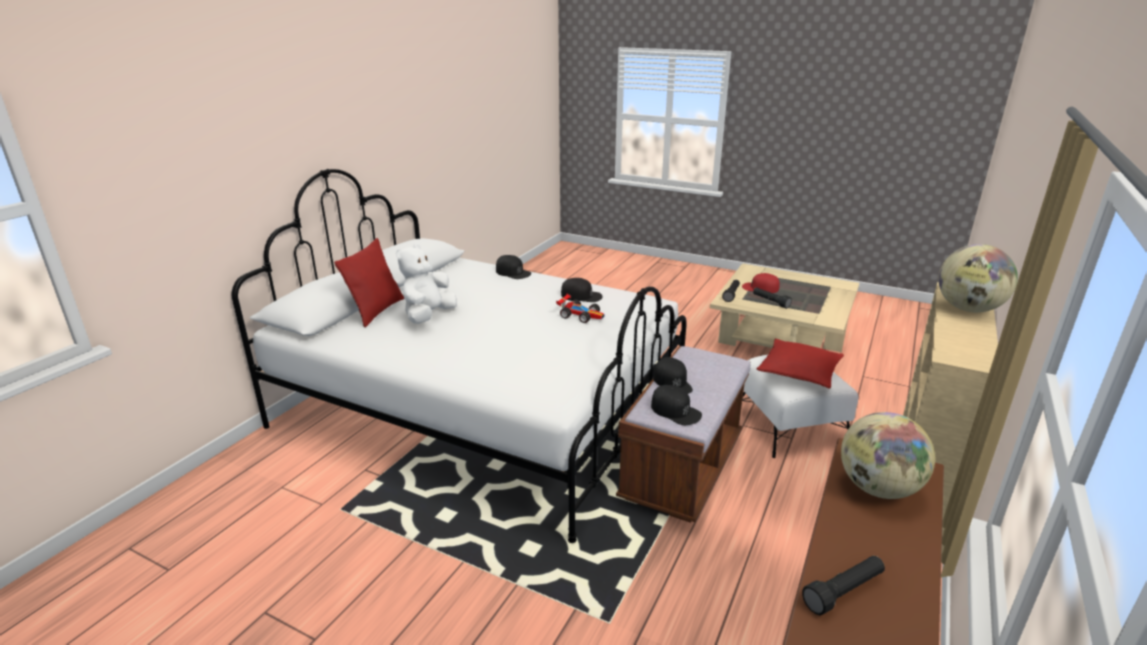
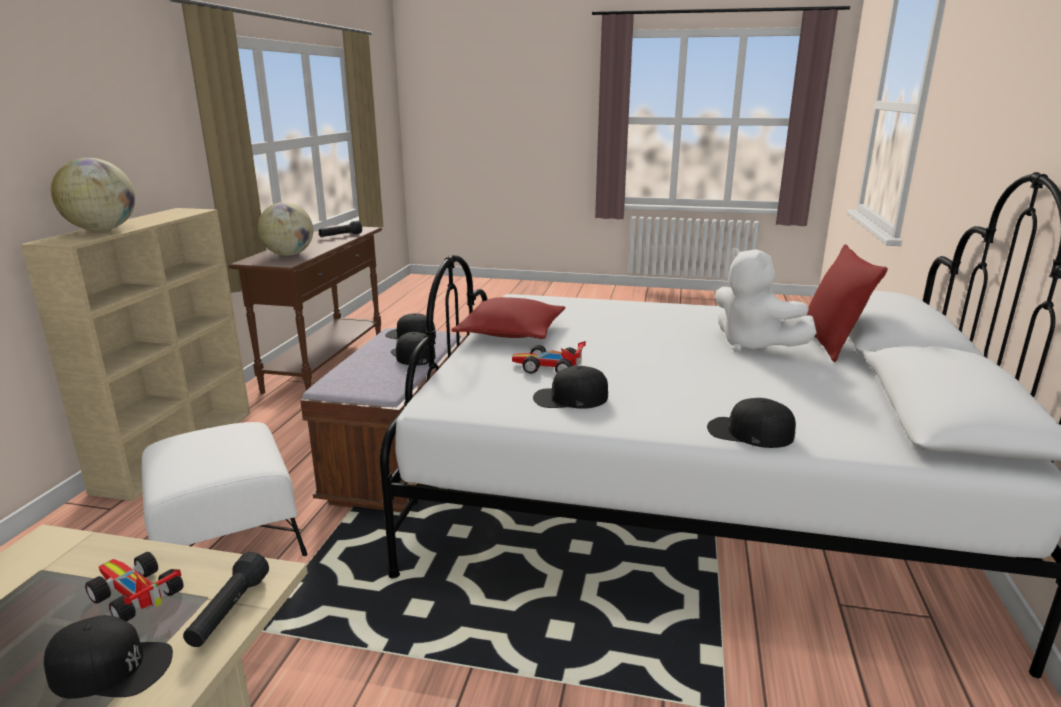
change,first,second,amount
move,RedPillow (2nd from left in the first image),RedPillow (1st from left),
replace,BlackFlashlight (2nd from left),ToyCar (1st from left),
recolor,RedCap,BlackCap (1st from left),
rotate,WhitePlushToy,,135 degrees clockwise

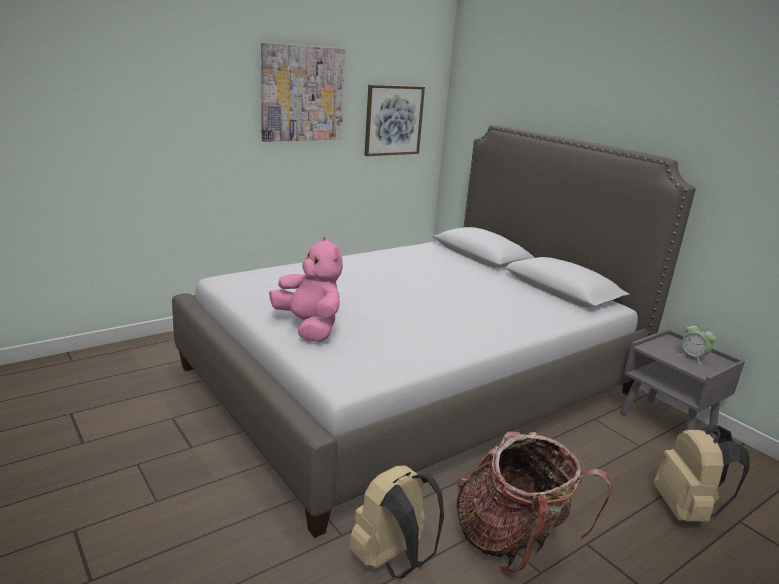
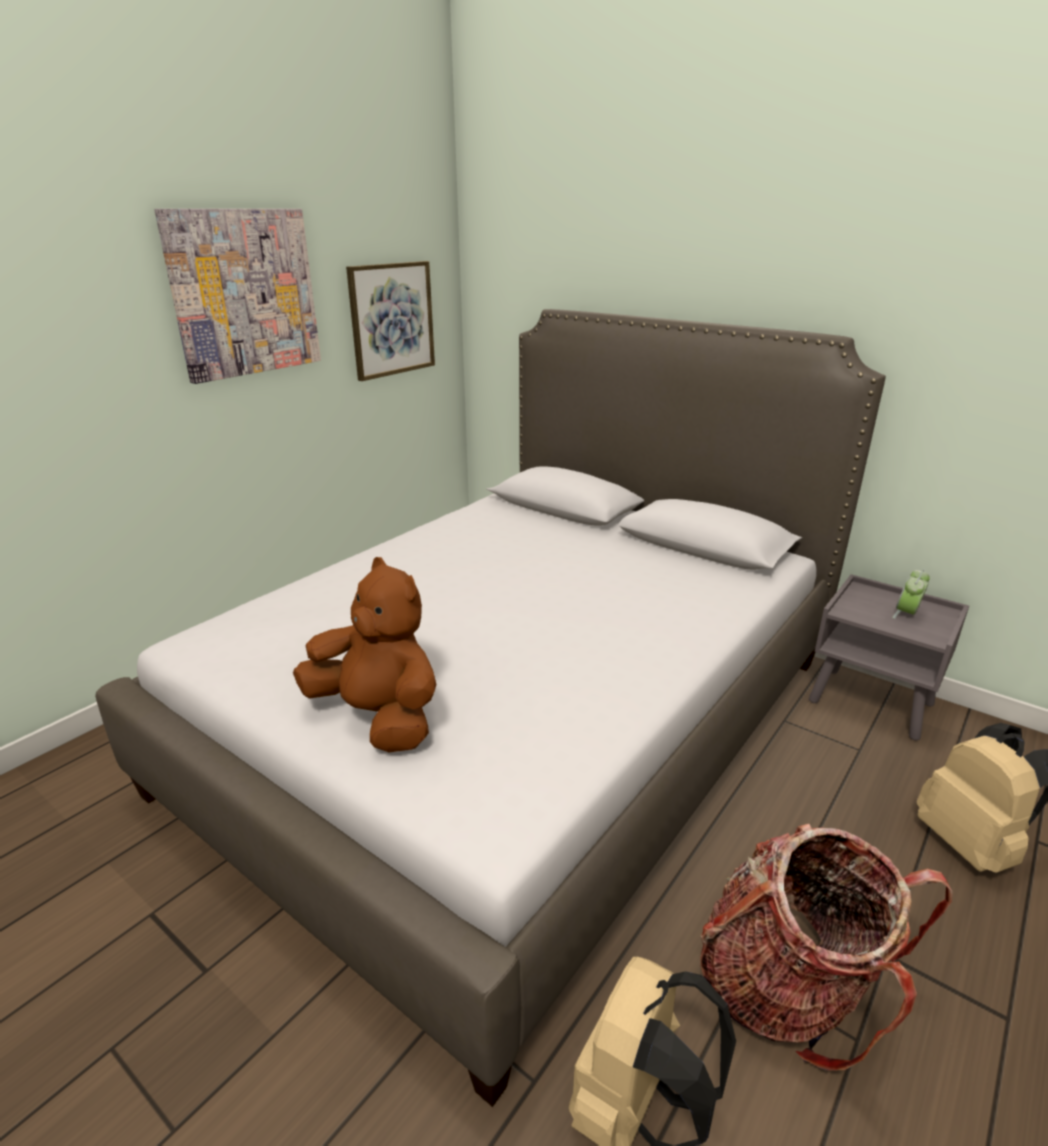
change,first,second,amount
recolor,PinkPlushToy,BrownPlushToy,
rotate,AlarmClock,,90 degrees clockwise

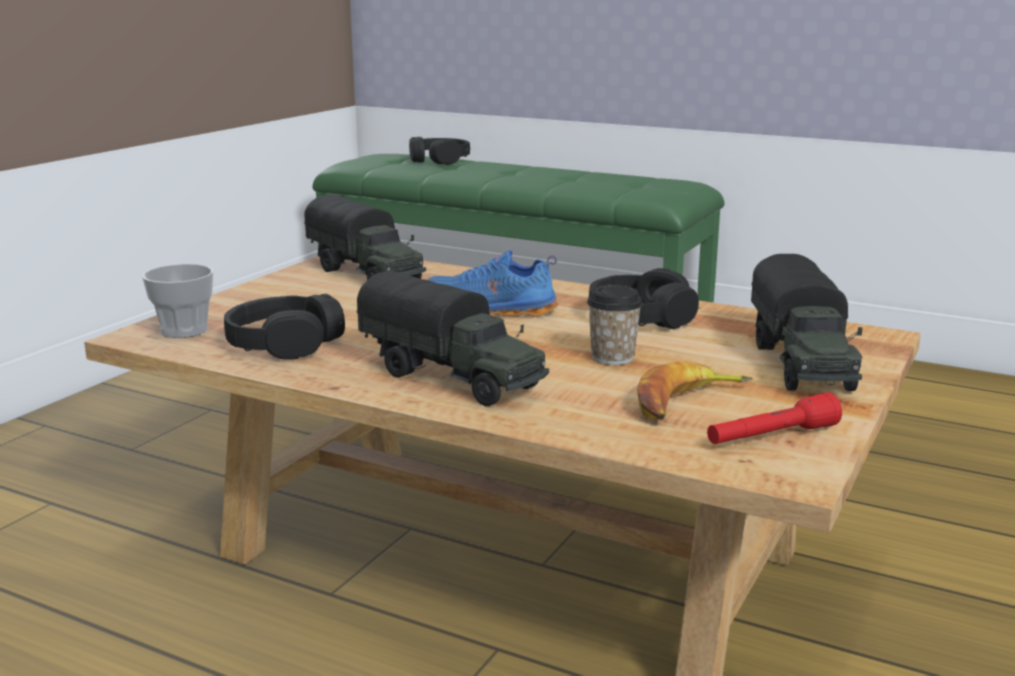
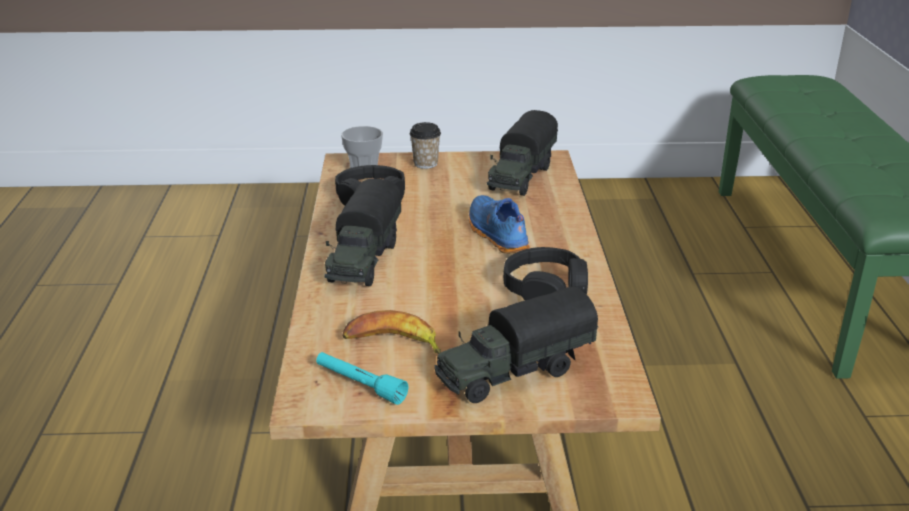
change,first,second,amount
delete,BlackHeadphones (2nd from left),,
move,Cup (2nd from left),,
recolor,RedFlashlight,TurquoiseFlashlight,

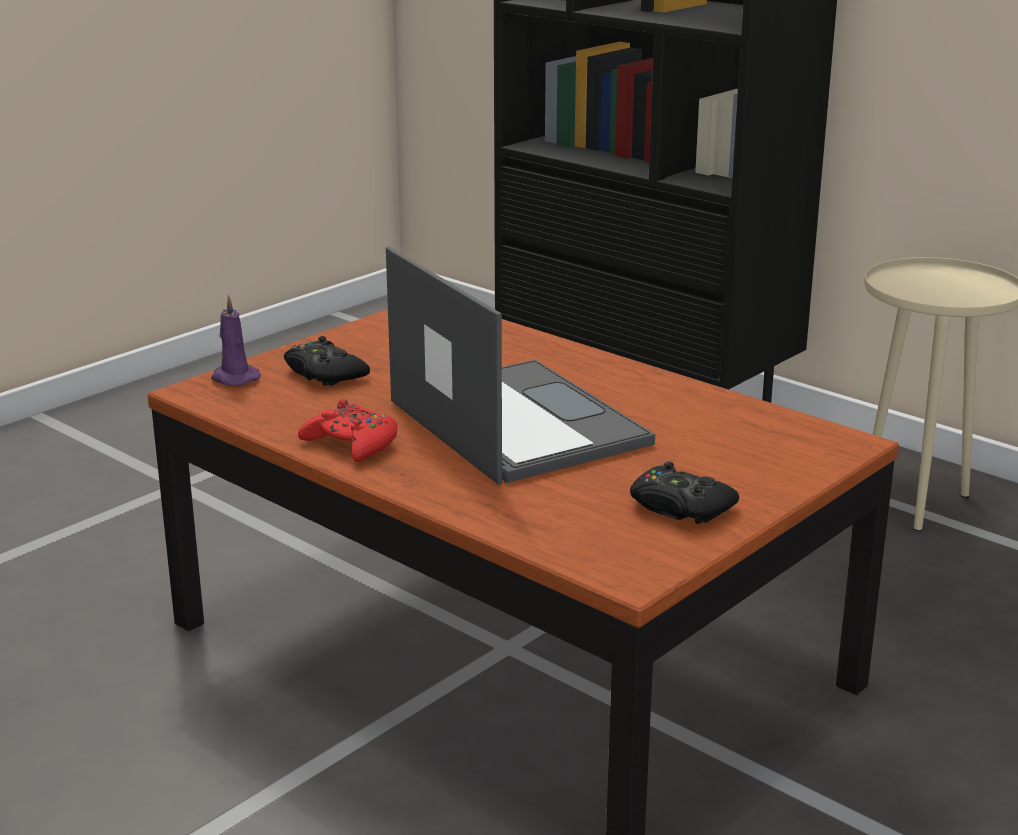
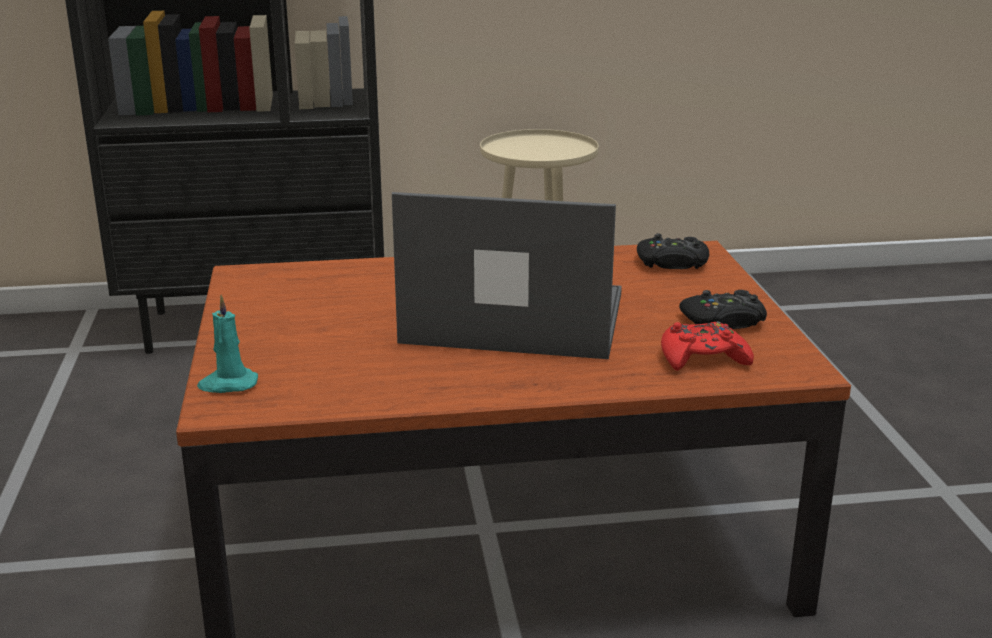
change,first,second,amount
move,BlackGameController (1st from left),,
move,RedGameController,,
recolor,PurpleCandle,TurquoiseCandle,

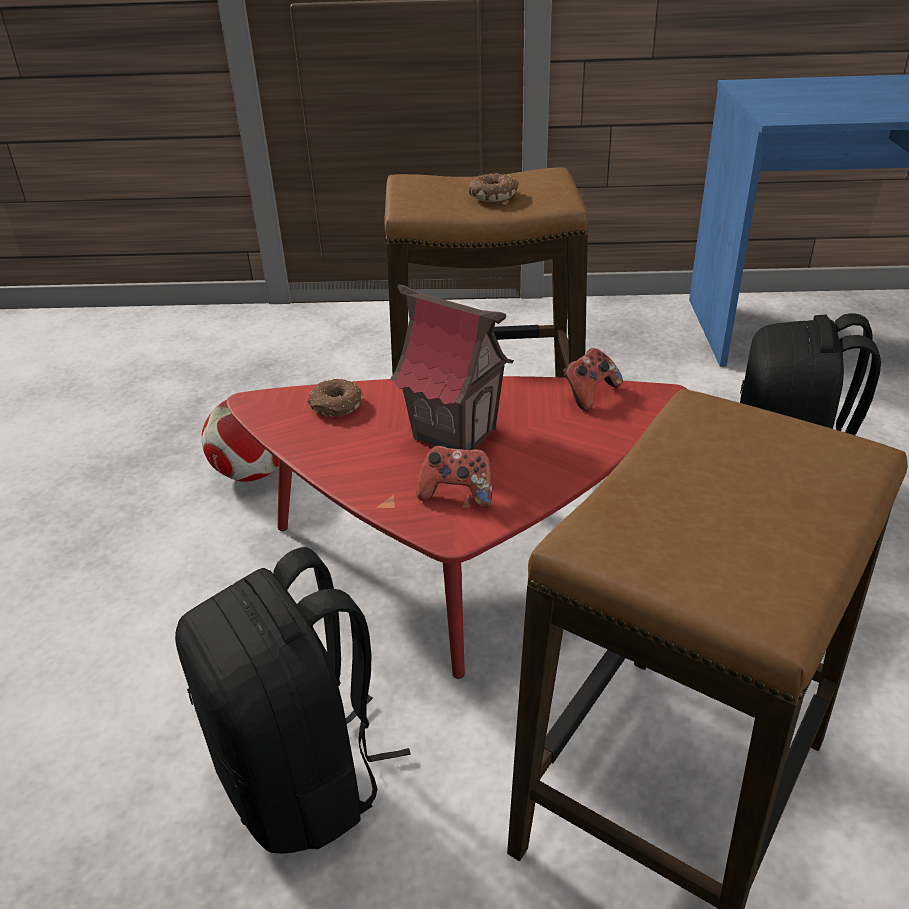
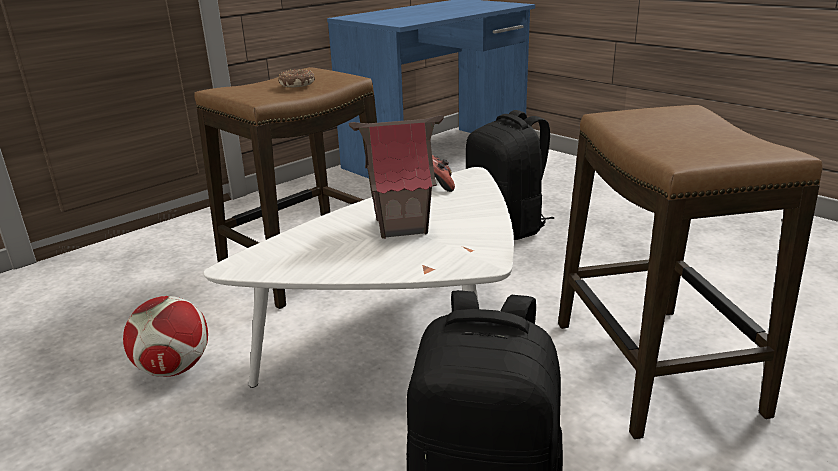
change,first,second,amount
delete,Donut (1st from left),,
delete,GameController (1st from left),,
recolor,RedCoffeeTable,WhiteCoffeeTable,

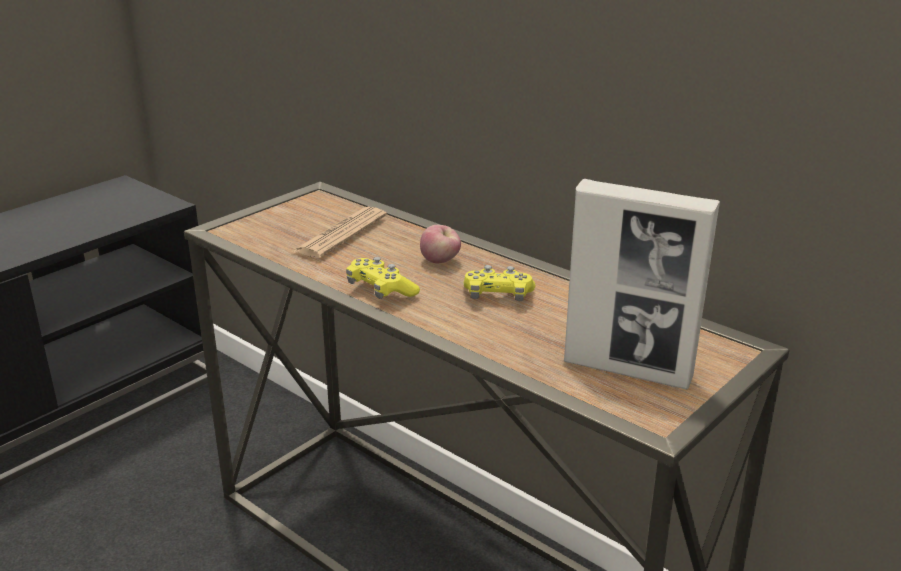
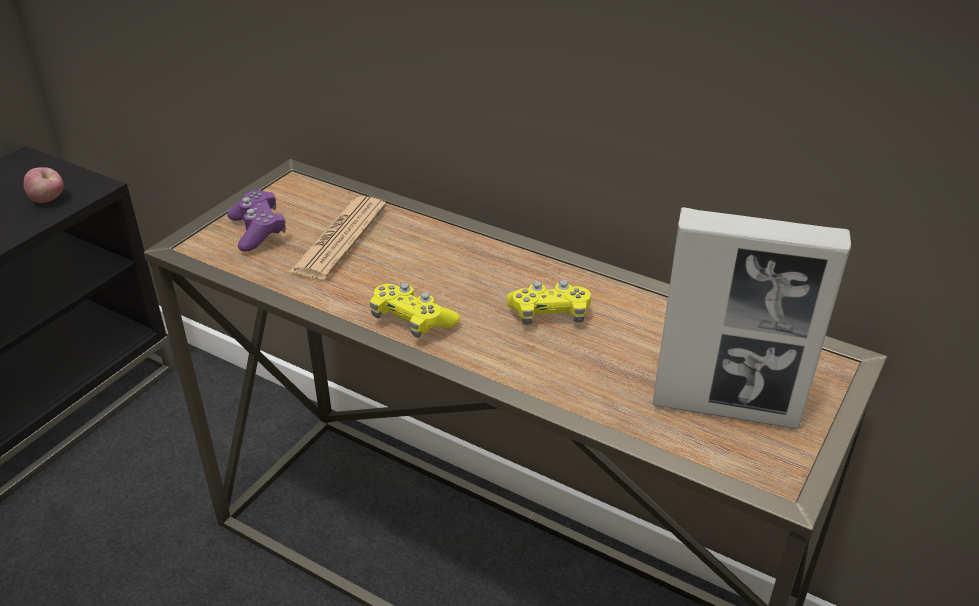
change,first,second,amount
insert,,PurpleGameController,
move,Apple,,

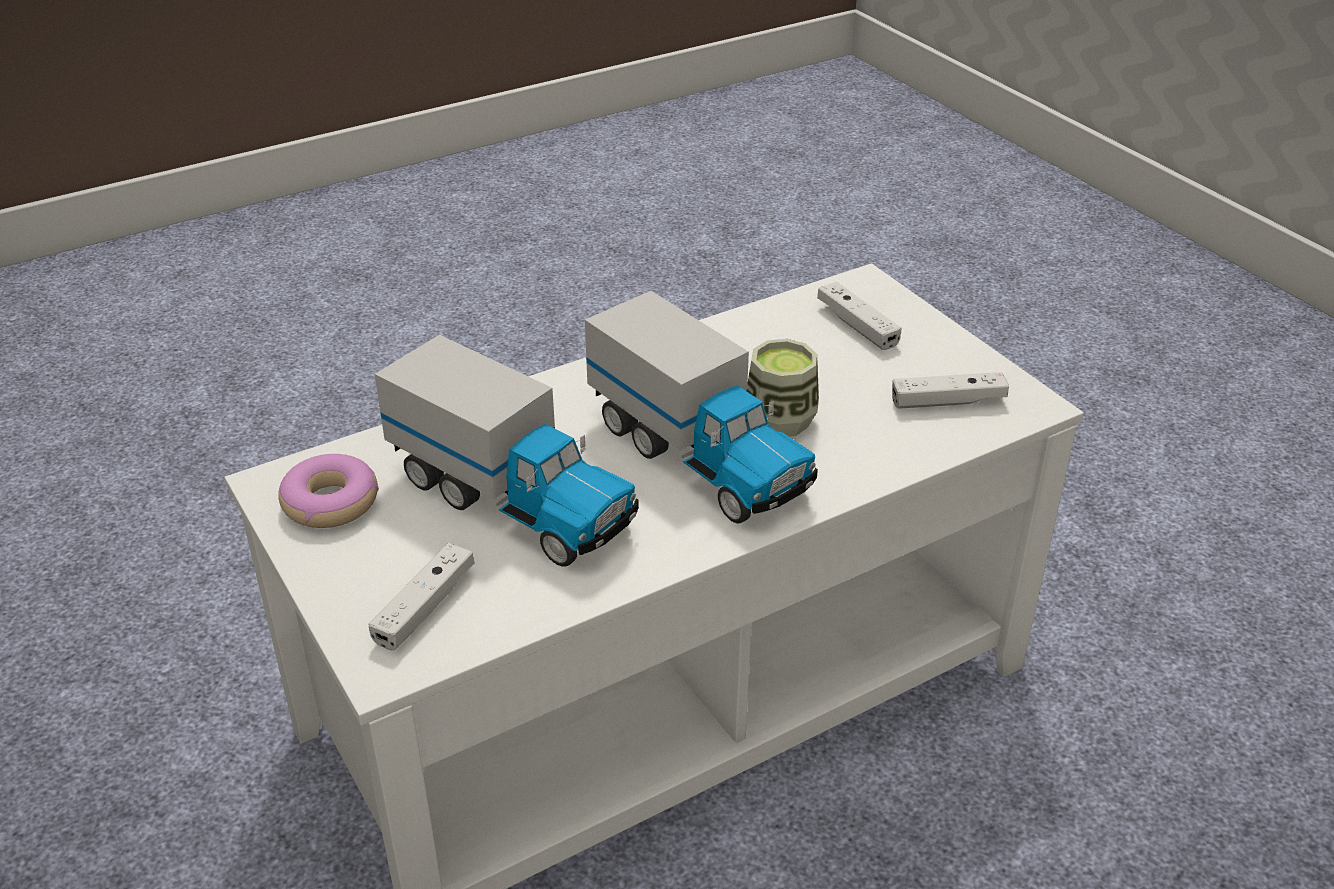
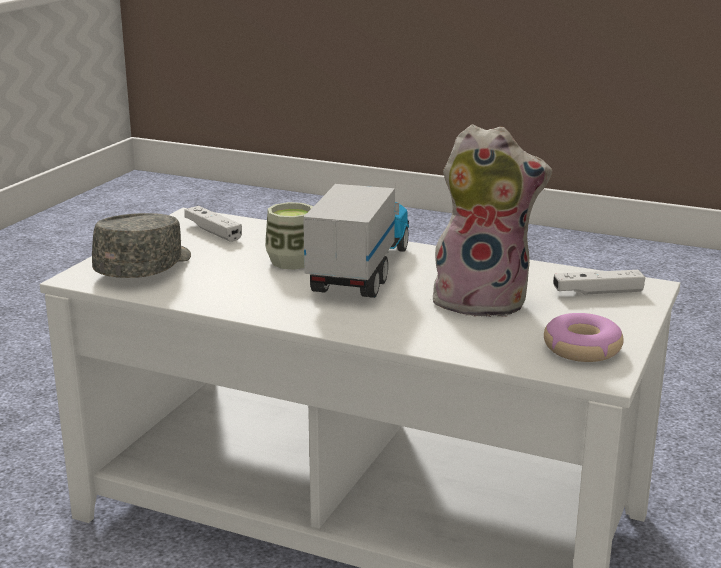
change,first,second,amount
replace,ToyTruck (1st from left),PlushToy,
replace,WhiteGameController (2nd from left),GreyCap,

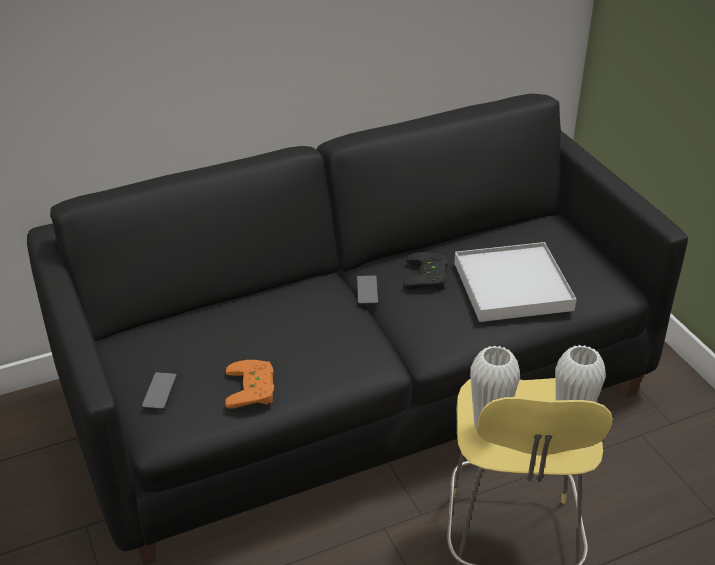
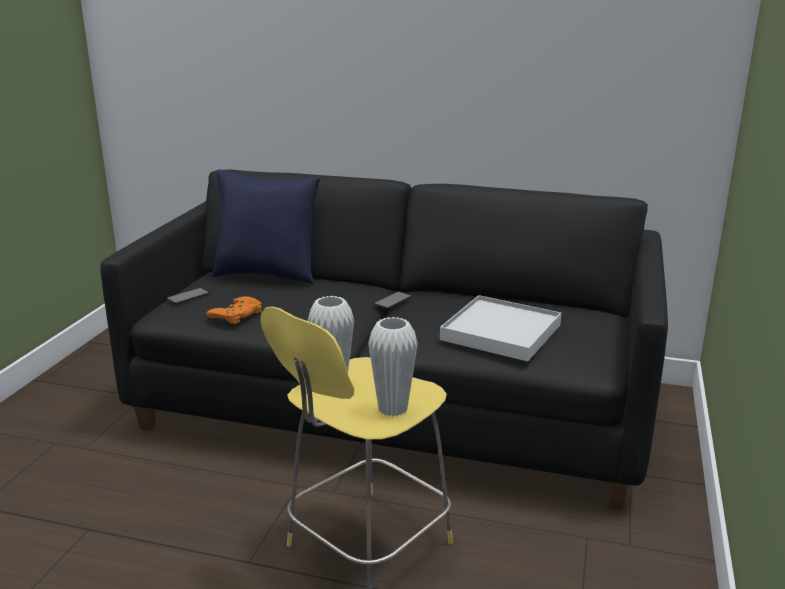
change,first,second,amount
delete,BlackGameController,,
insert,,BluePillow,

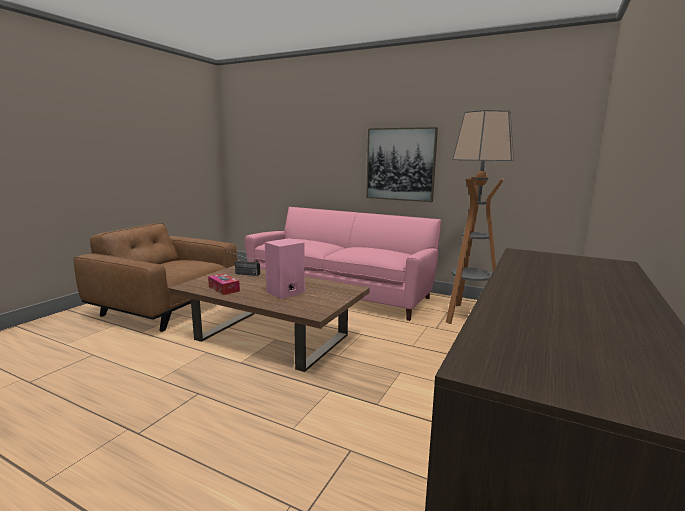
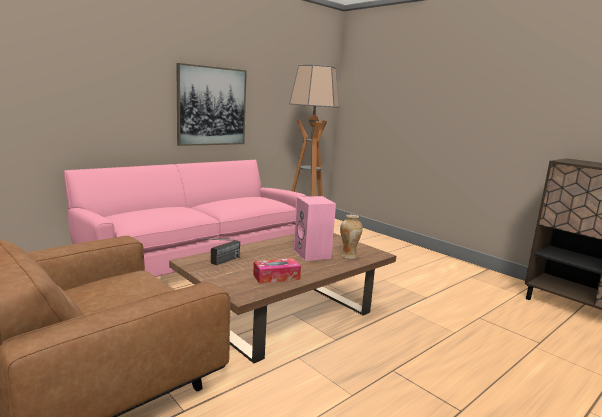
change,first,second,amount
insert,,Vase,

